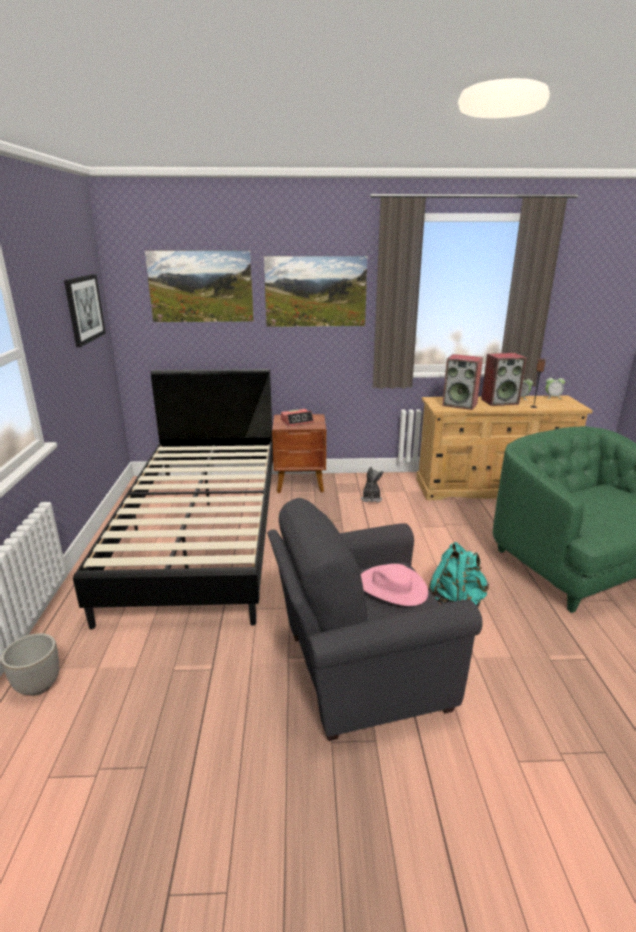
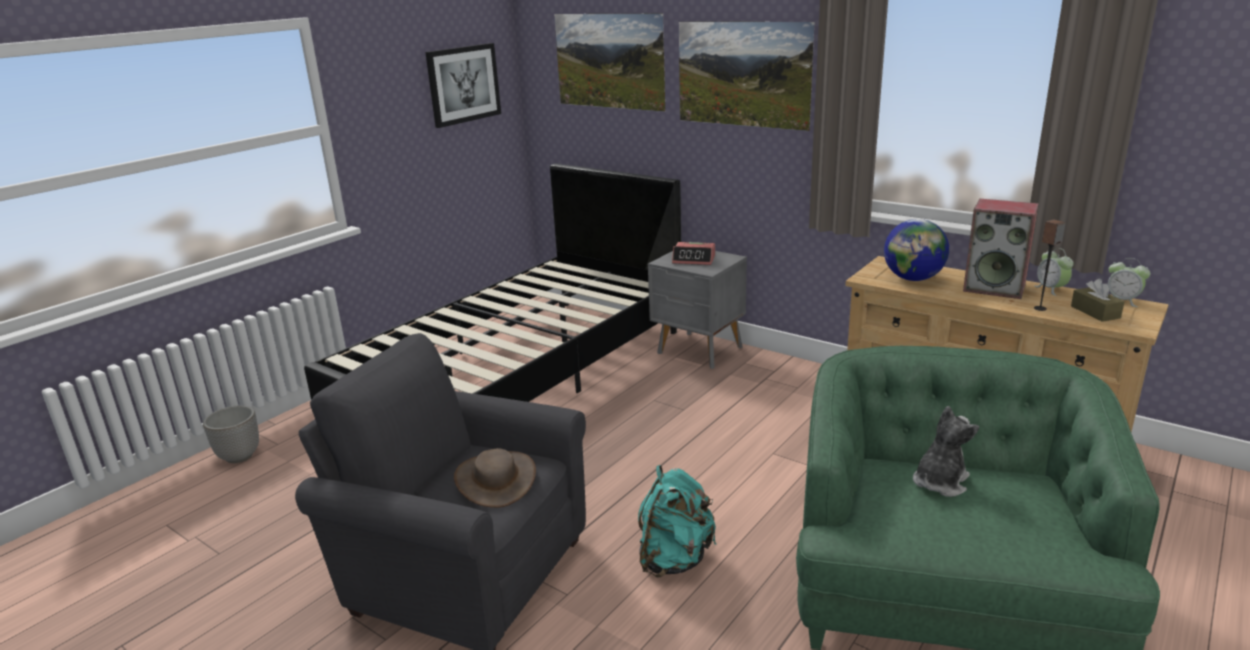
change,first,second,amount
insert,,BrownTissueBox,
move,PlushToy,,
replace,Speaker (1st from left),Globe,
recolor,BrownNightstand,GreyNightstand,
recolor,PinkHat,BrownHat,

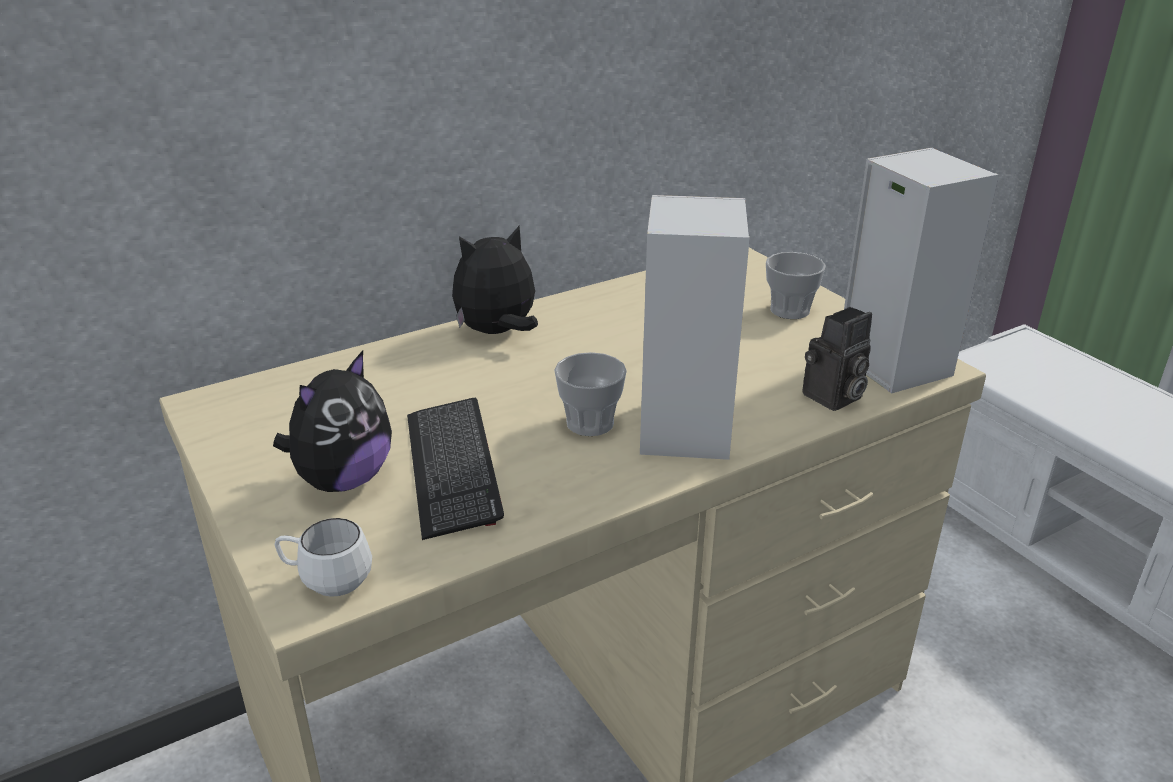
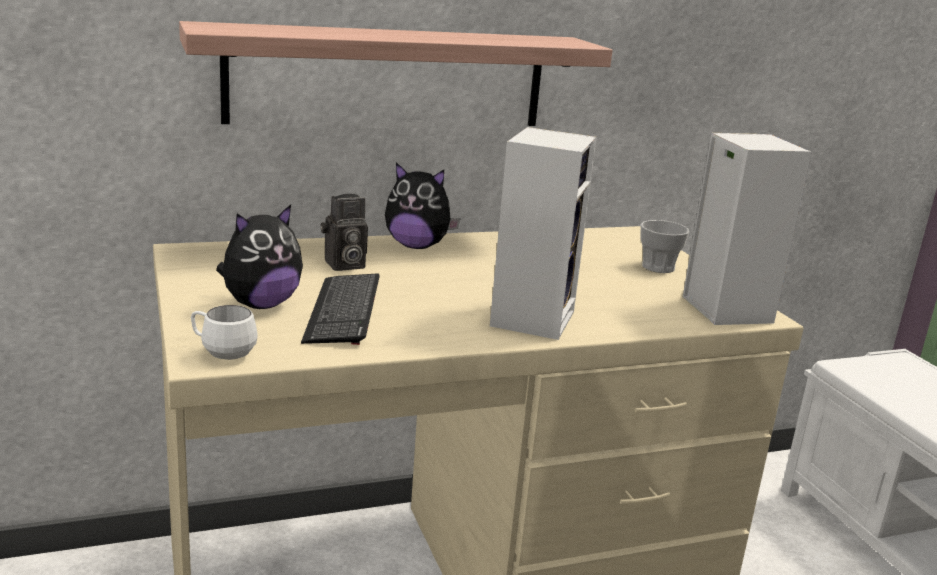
change,first,second,amount
delete,Cup (1st from left),,
insert,,Shelf,
move,PhotoCamera,,
rotate,PlushToy (2nd from left),,150 degrees counterclockwise

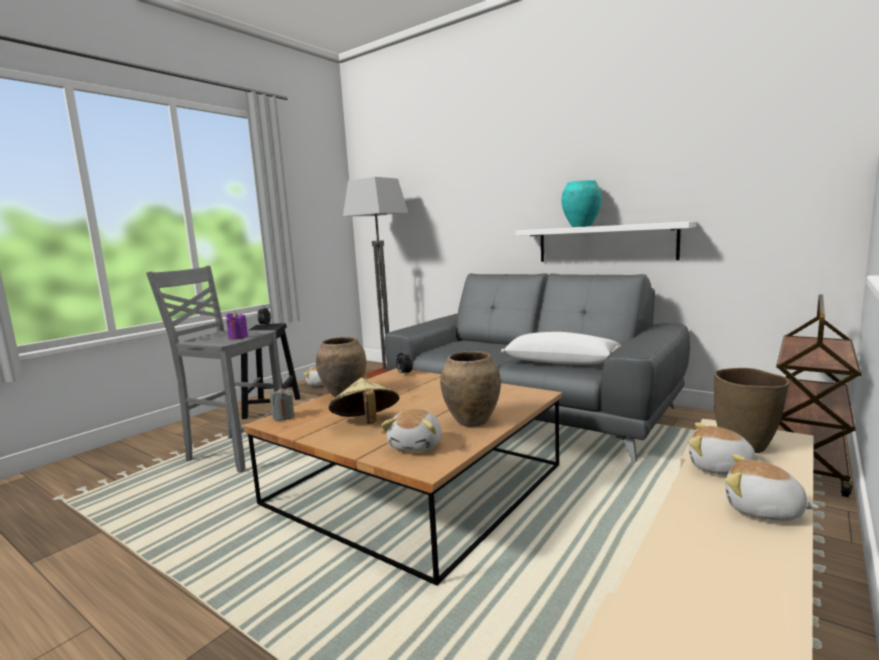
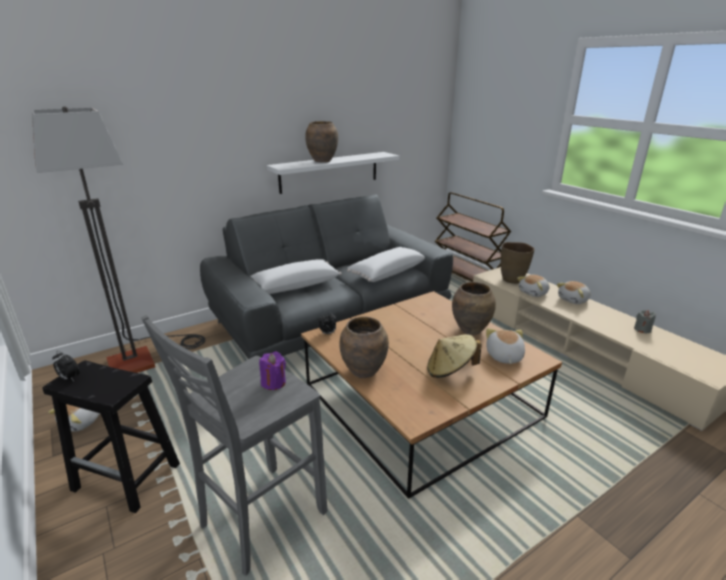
change,first,second,amount
insert,,WhitePillow (1st from left),
move,GreyCandle,,
recolor,TurquoiseVase,BrownVase (1st from left),
rotate,PlushToy (2nd from left),,120 degrees counterclockwise

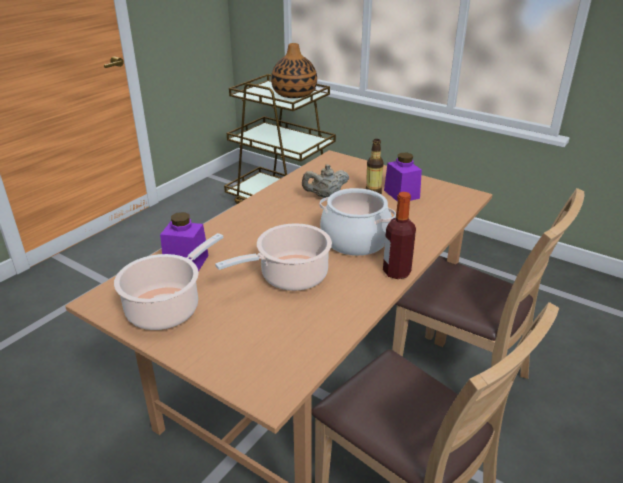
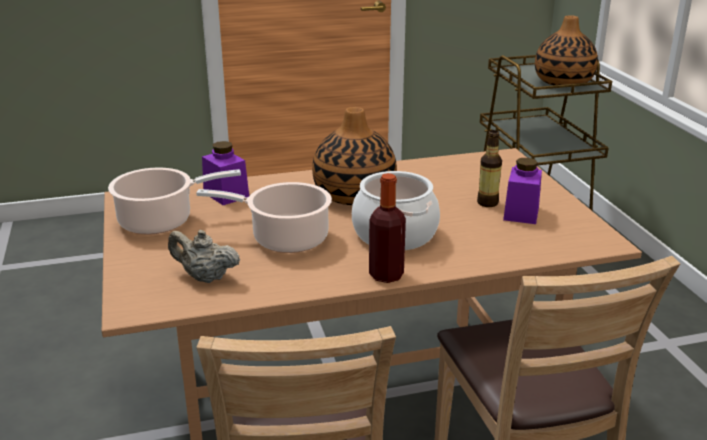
change,first,second,amount
insert,,Vase (1st from left),
move,BeigeTeapot,,

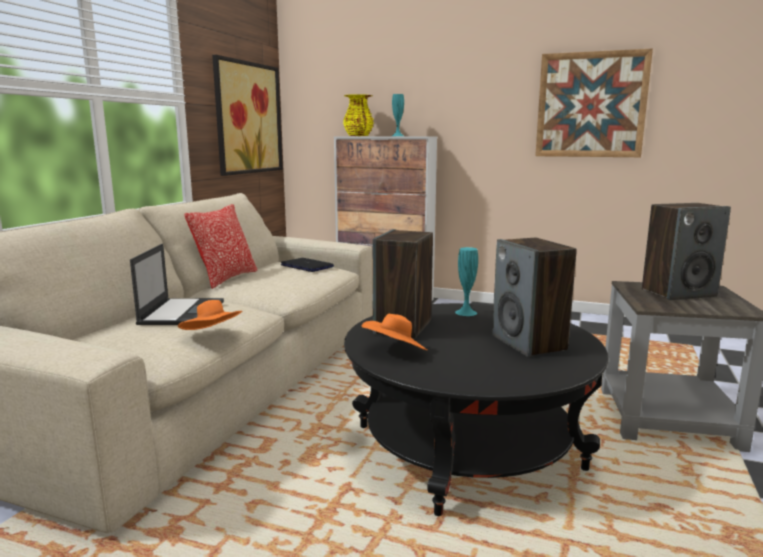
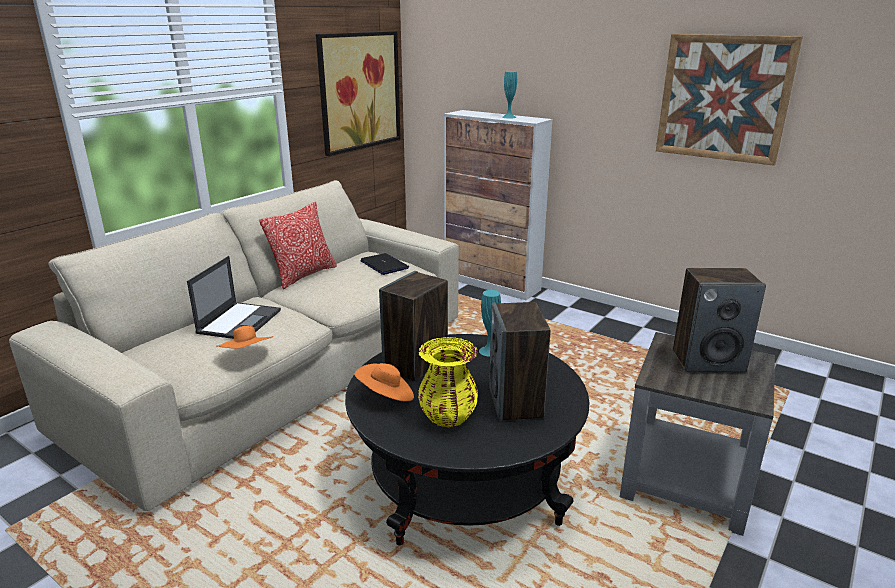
change,first,second,amount
move,YellowVase,,

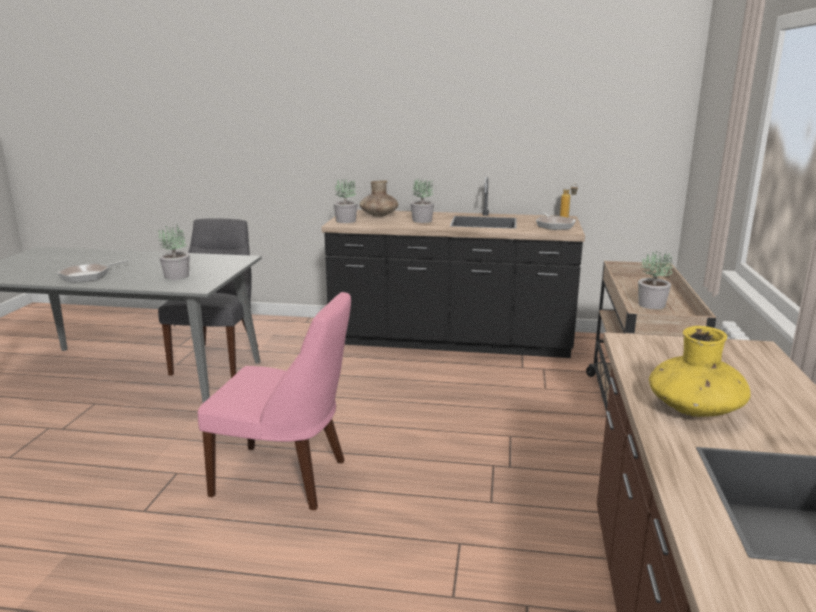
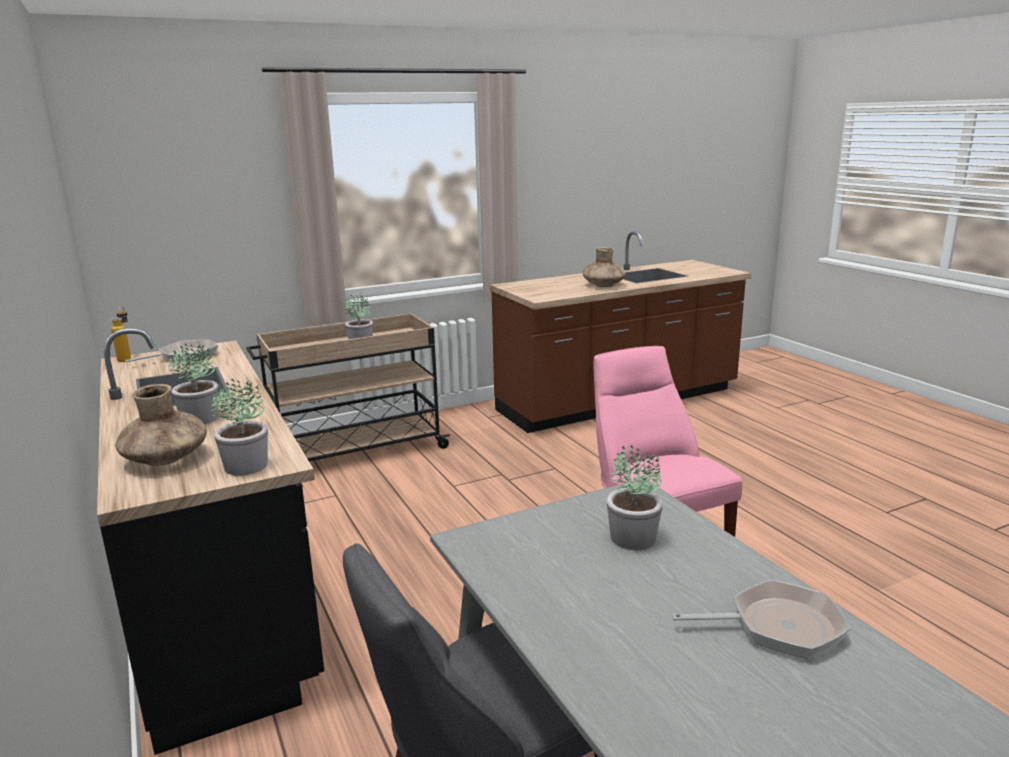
change,first,second,amount
recolor,YellowVase,BrownVase (2nd from left),

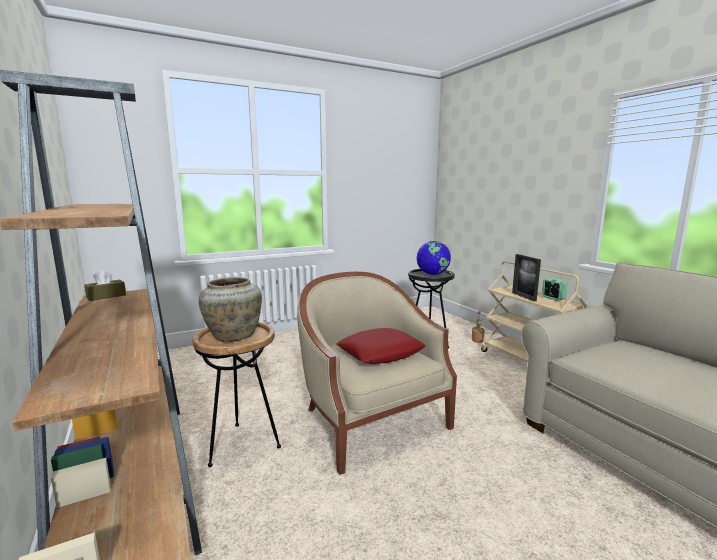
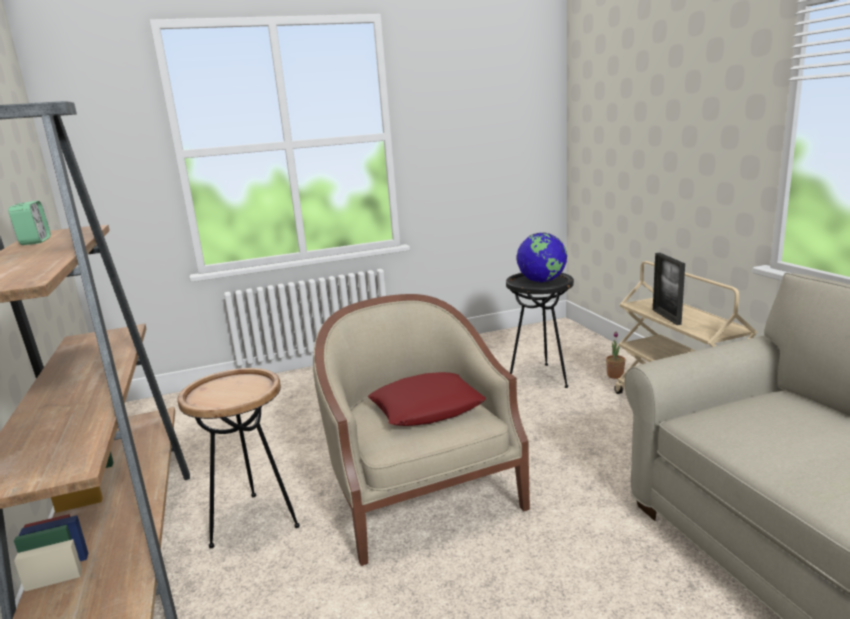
change,first,second,amount
delete,BrownTissueBox,,
delete,BeigeVase,,
move,AlarmClock,,

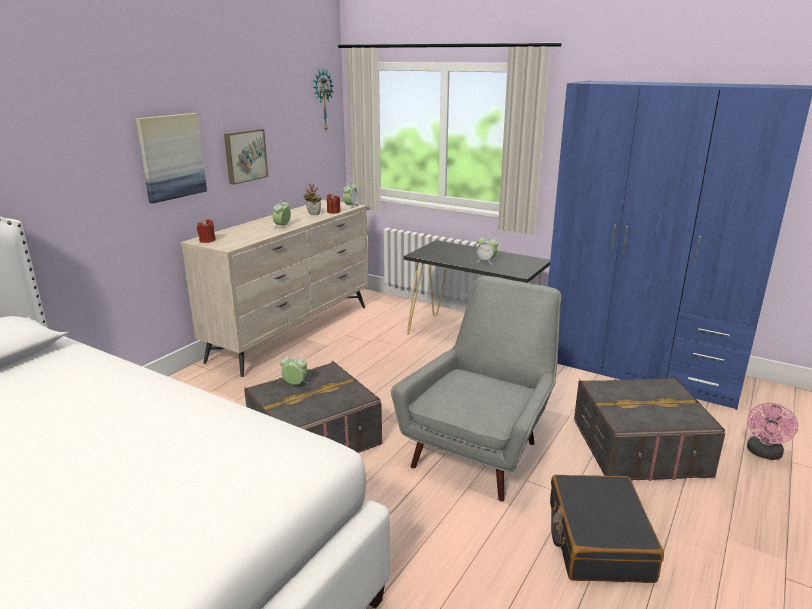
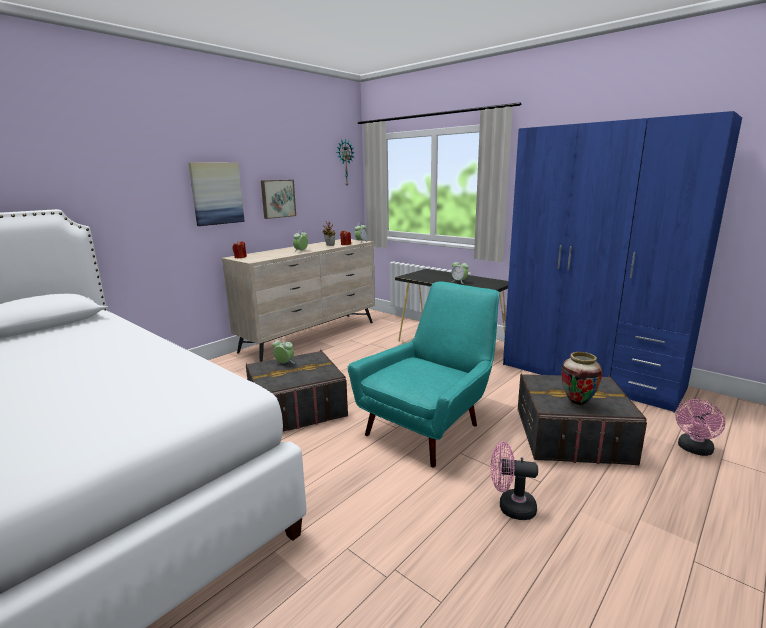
change,first,second,amount
insert,,Vase,
replace,BlackSuitcase,PinkFan (1st from left),
recolor,GreyArmchair,TurquoiseArmchair,

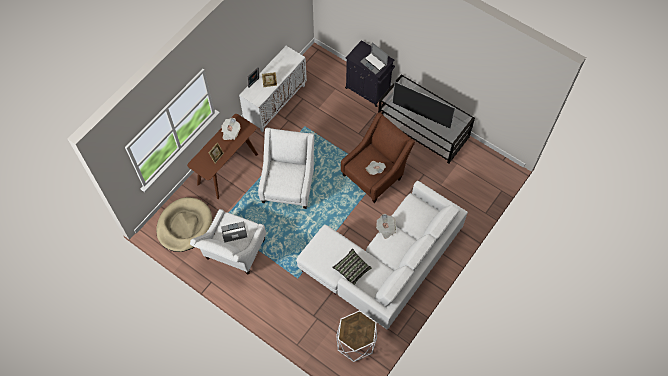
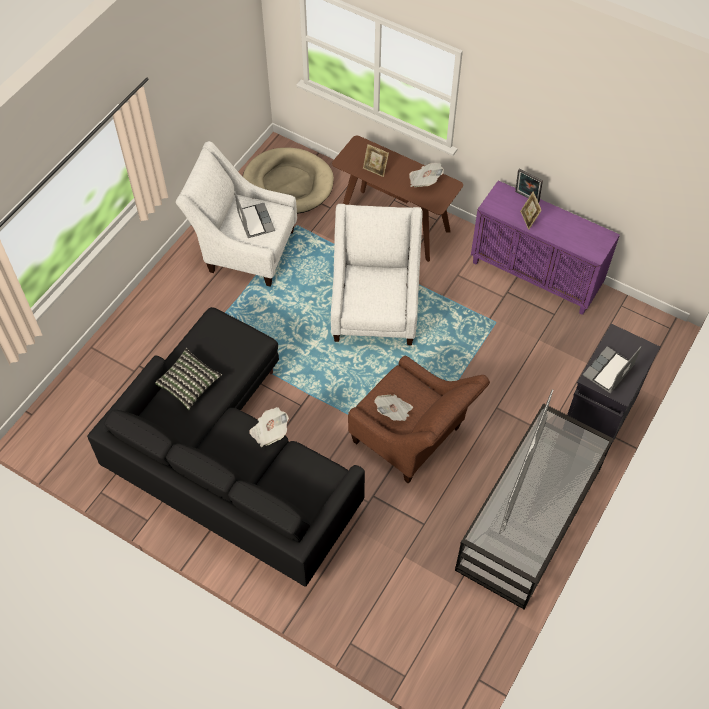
change,first,second,amount
delete,WhiteSideTable,,
recolor,WhiteCabinet,PurpleCabinet,
recolor,WhiteSofa,BlackSofa,
rotate,WhiteArmchair (2nd from left),,90 degrees counterclockwise

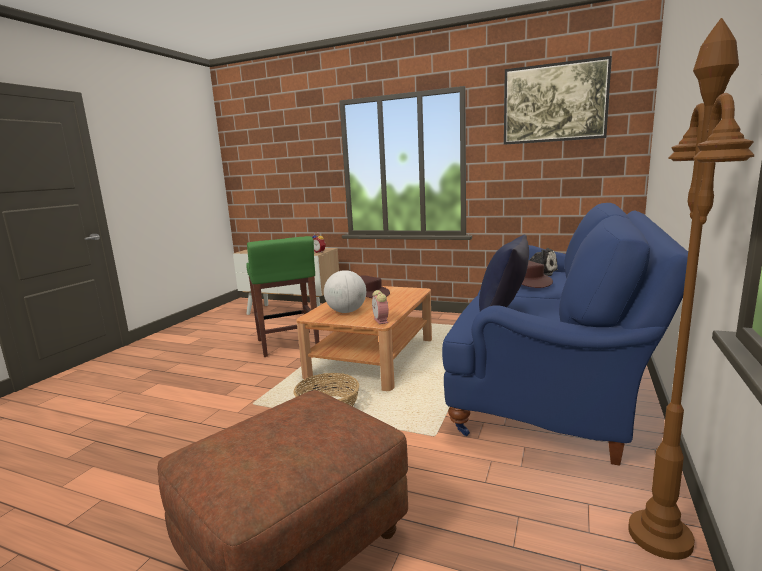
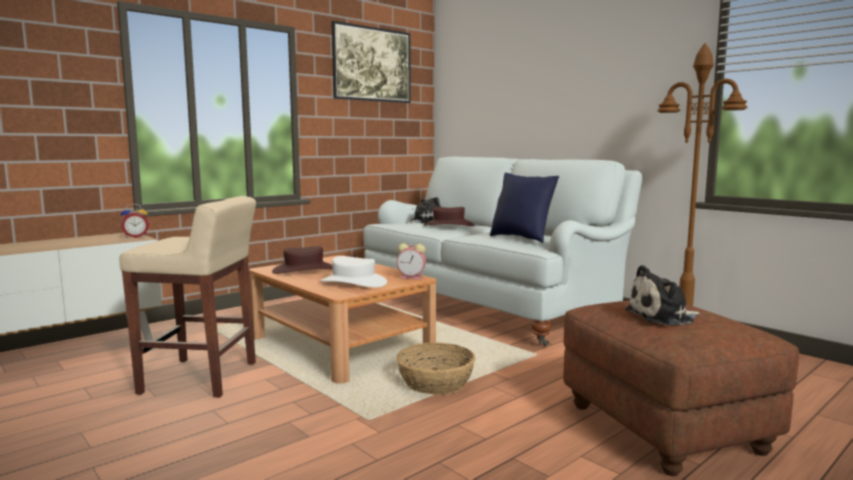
change,first,second,amount
insert,,PlushToy (2nd from left),
replace,Globe,WhiteHat,
recolor,GreenStool,BeigeStool,
recolor,BlueSofa,WhiteSofa,

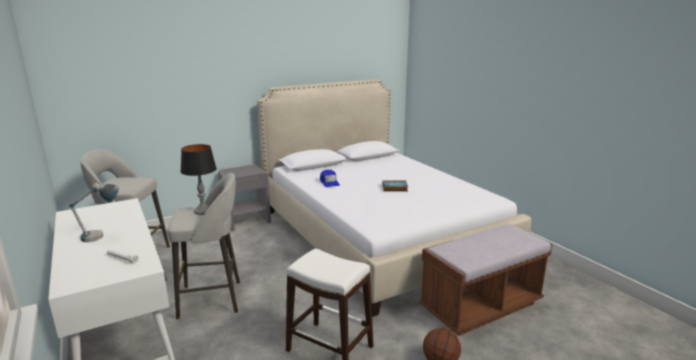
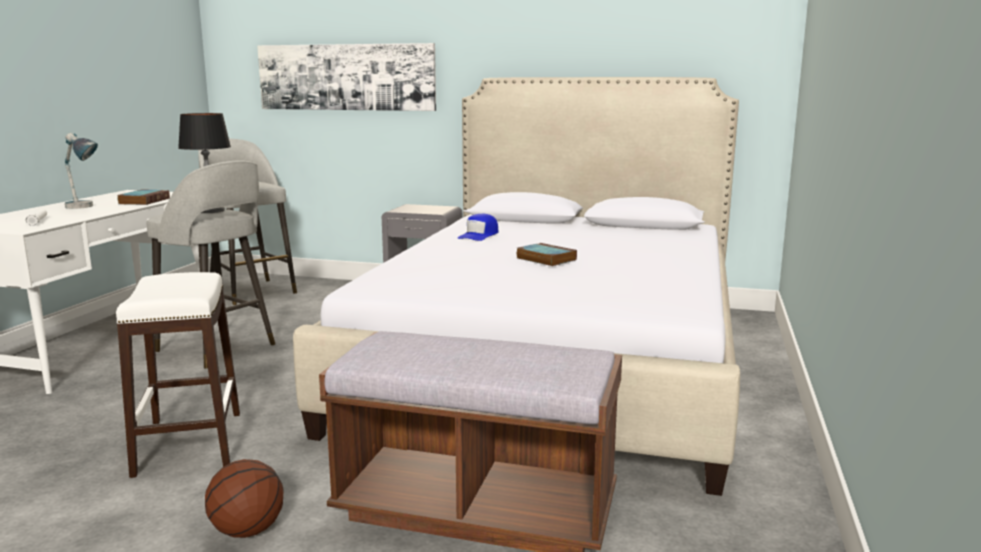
change,first,second,amount
insert,,Book (1st from left),
insert,,Picture,

